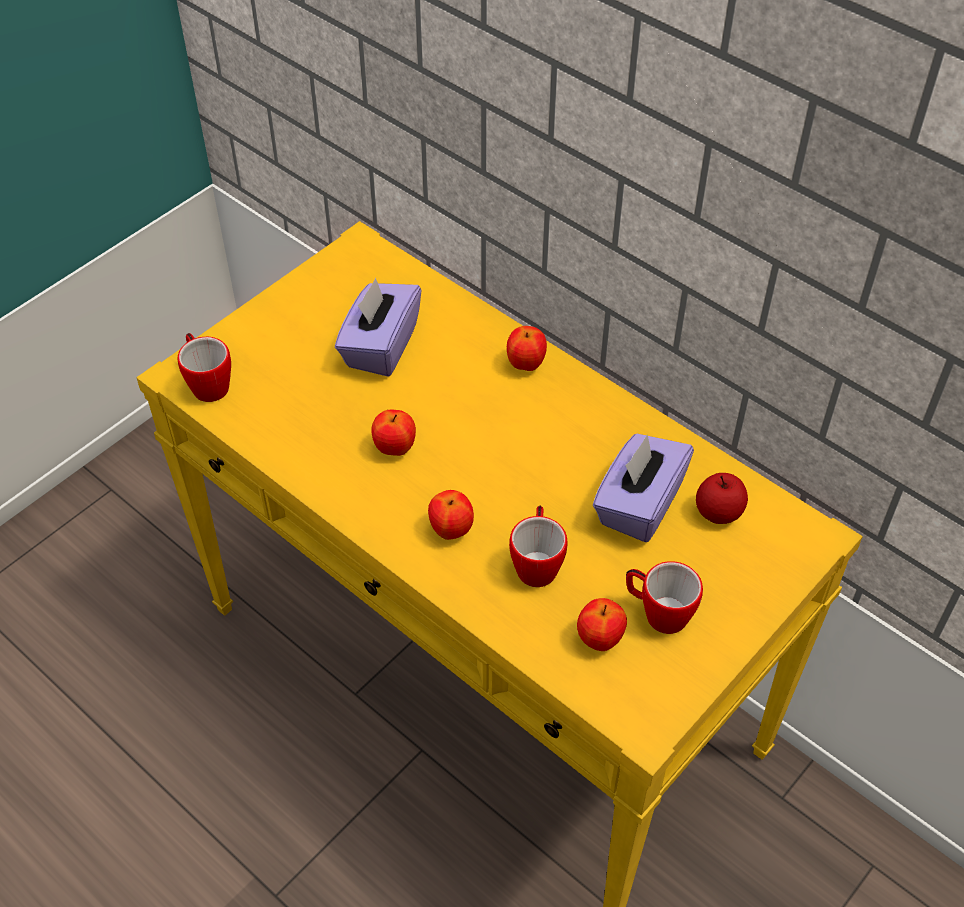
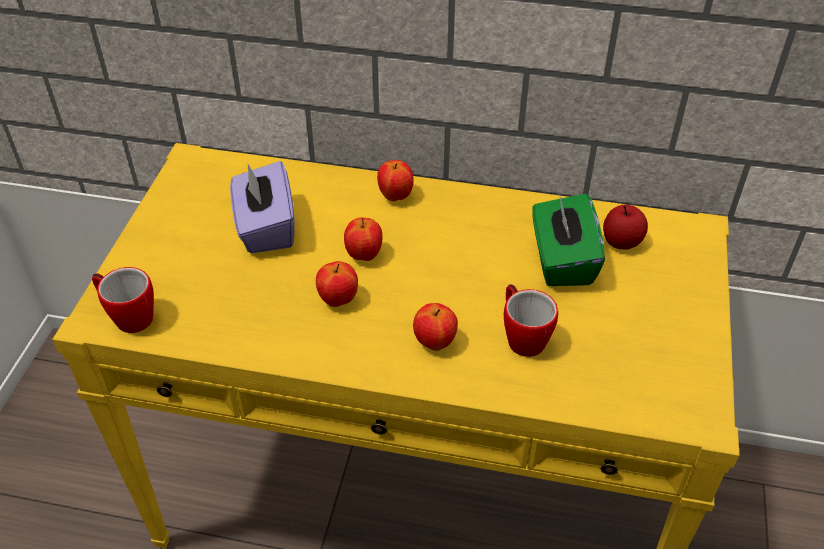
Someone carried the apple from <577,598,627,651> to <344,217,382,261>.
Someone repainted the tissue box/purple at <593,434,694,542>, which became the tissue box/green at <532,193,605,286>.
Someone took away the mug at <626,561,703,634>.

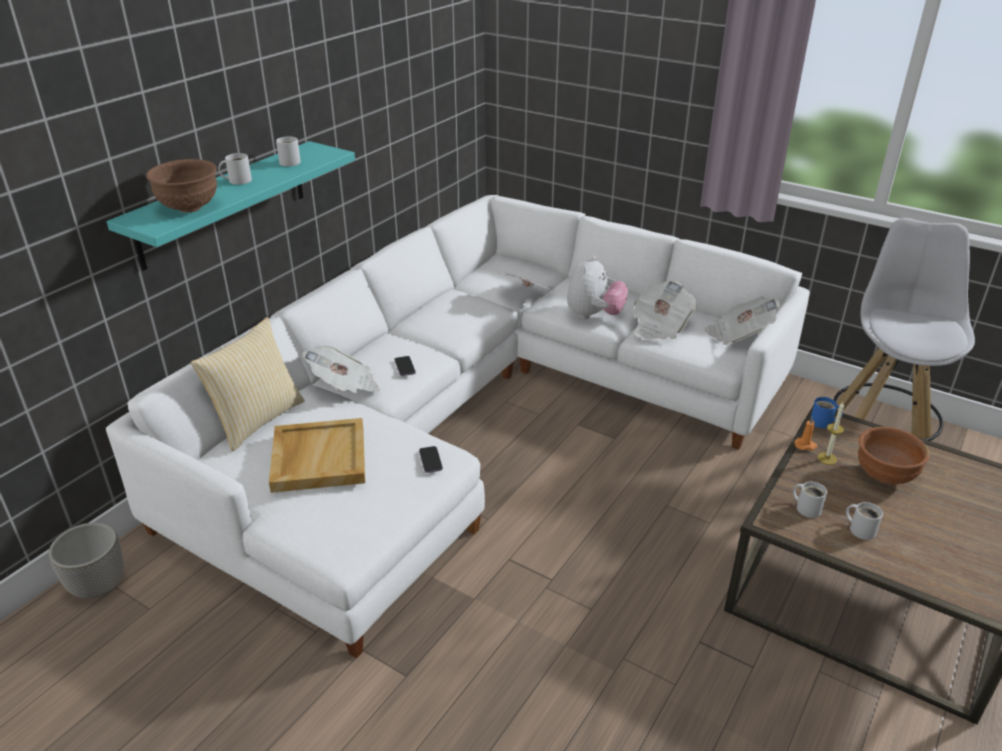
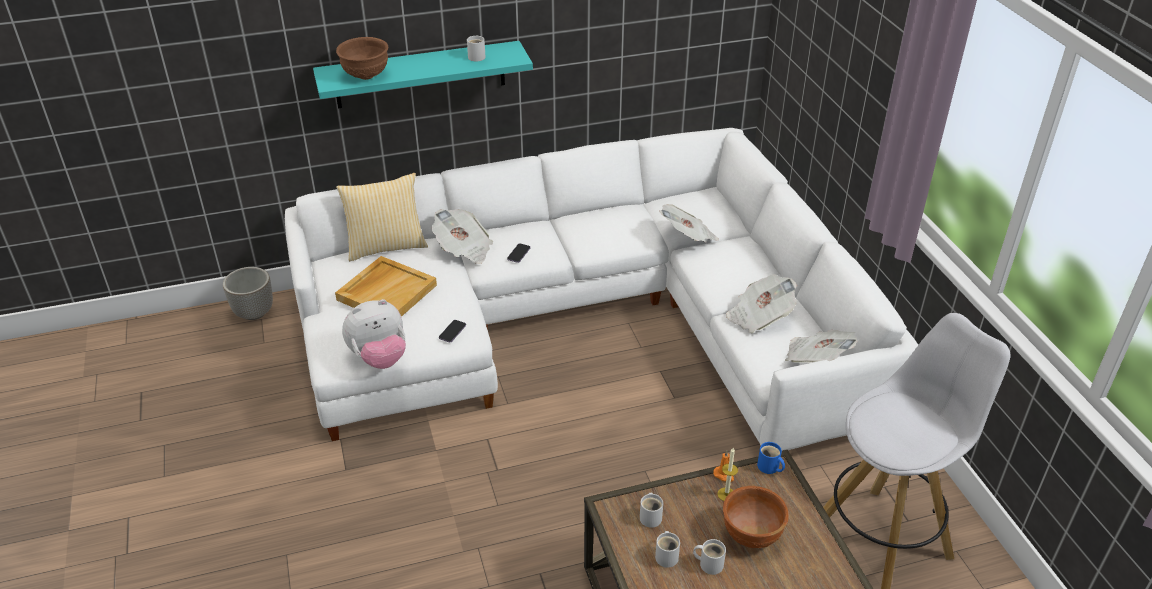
Someone carried the plush toy from <567,256,628,319> to <342,299,406,369>.
Someone carried the mug/white from <219,153,252,185> to <693,539,726,575>.

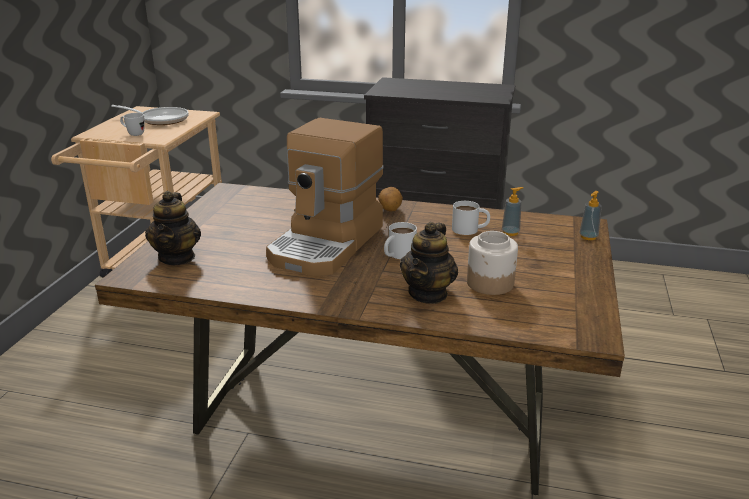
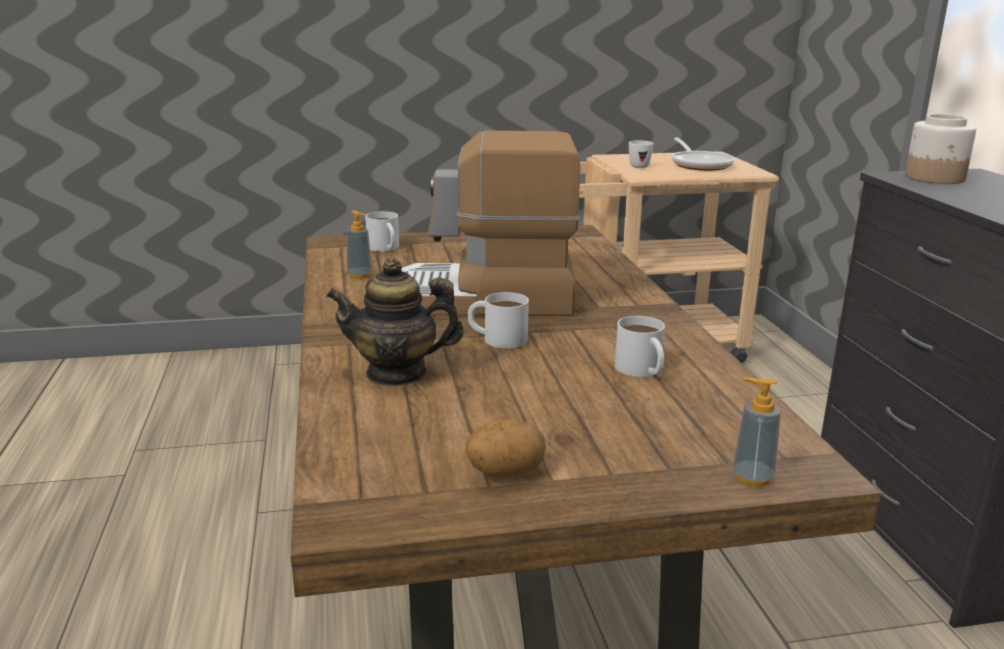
Someone carried the soap dispenser from <502,187,524,236> to <347,211,372,279>.
Someone swapped the teapot at <145,191,201,265> for the mug/white at <365,211,399,251>.
Someone carried the potato from <378,187,403,212> to <465,419,546,478>.
Someone carried the jar from <467,231,518,295> to <905,114,976,184>.

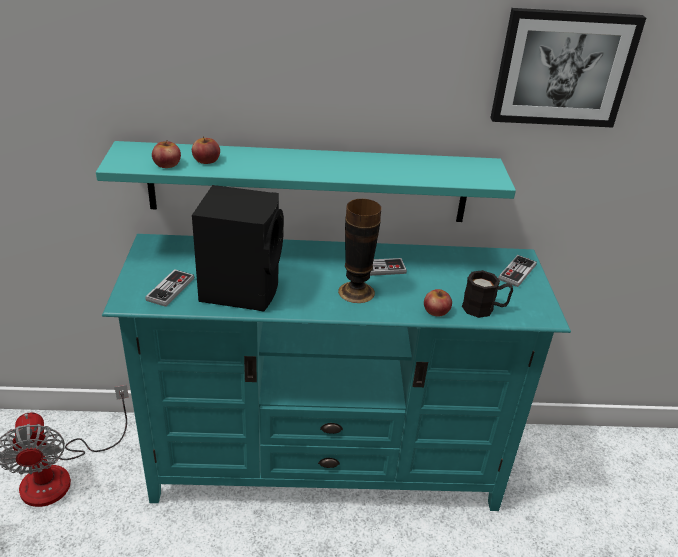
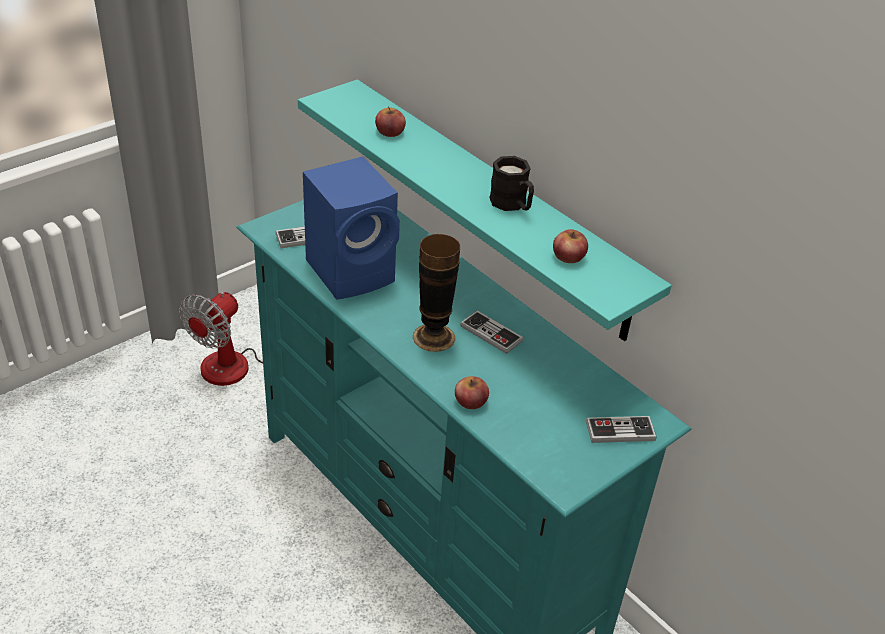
Someone repainted the speaker/black at <192,185,284,312>, which became the speaker/blue at <303,157,400,300>.
Someone carried the mug/black from <462,270,513,318> to <489,156,534,211>.
Someone carried the apple from <152,141,181,168> to <553,229,588,263>.
Someone took away the picture at <490,8,646,128>.

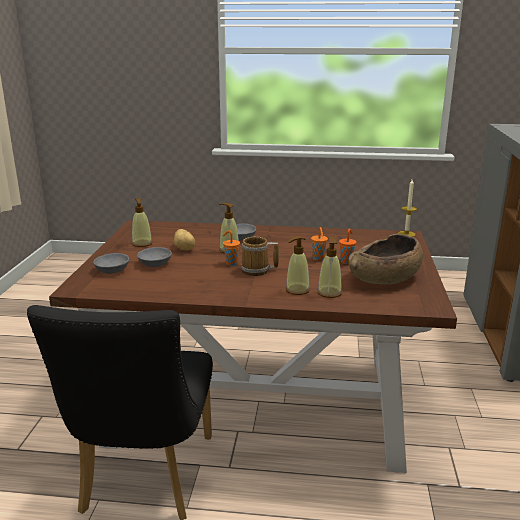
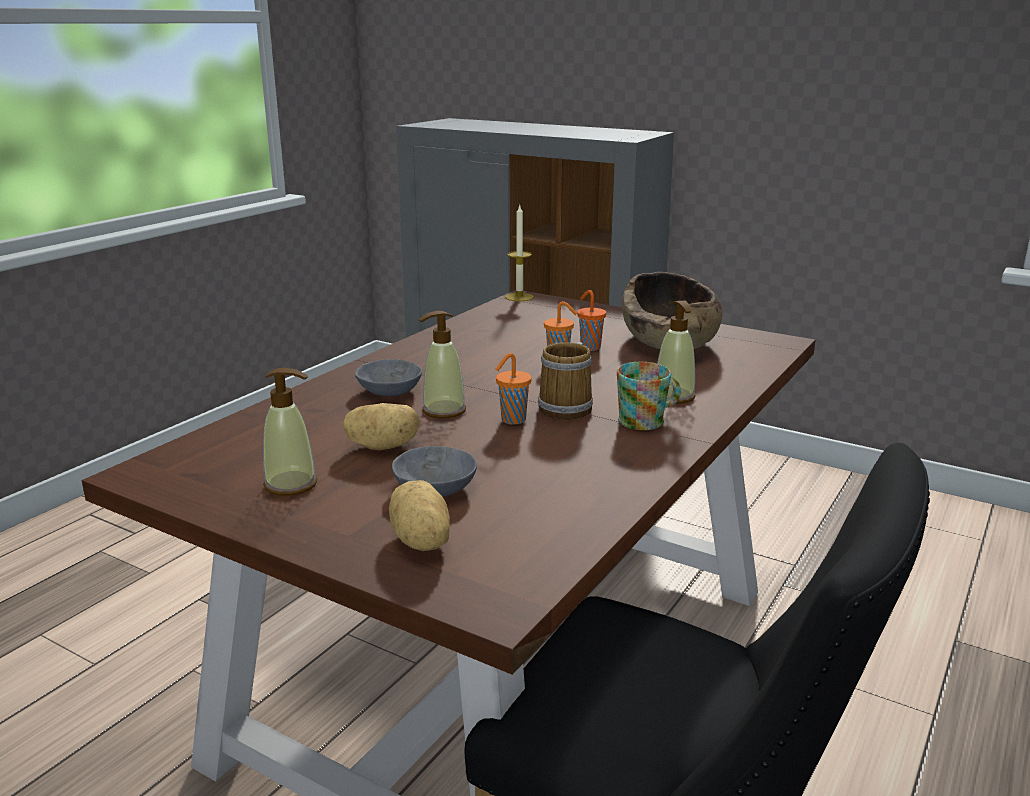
Someone swapped the bowl/grey at <93,253,129,274> for the potato at <389,480,450,551>.
Someone put down the mug at <617,362,681,430>.
Someone took away the soap dispenser at <317,237,342,298>.

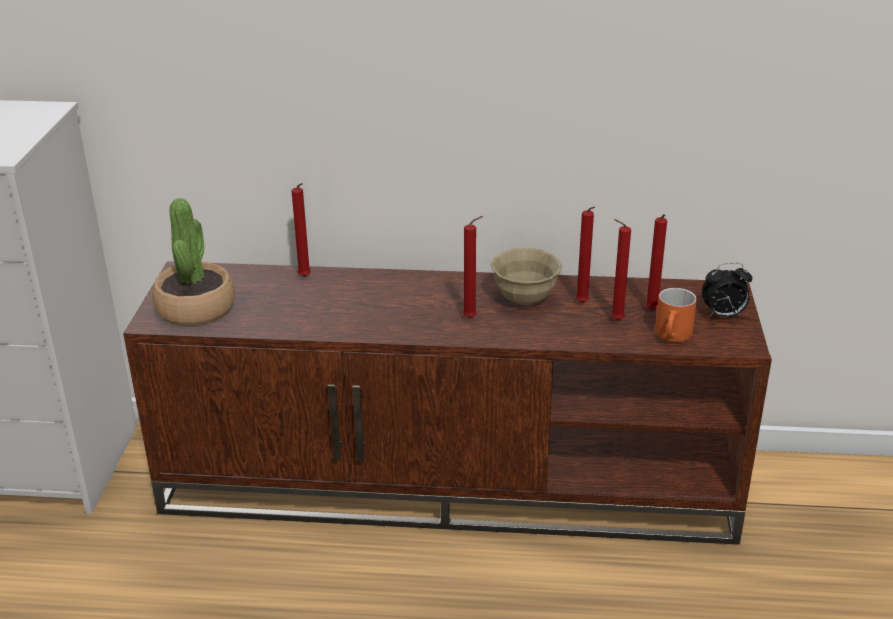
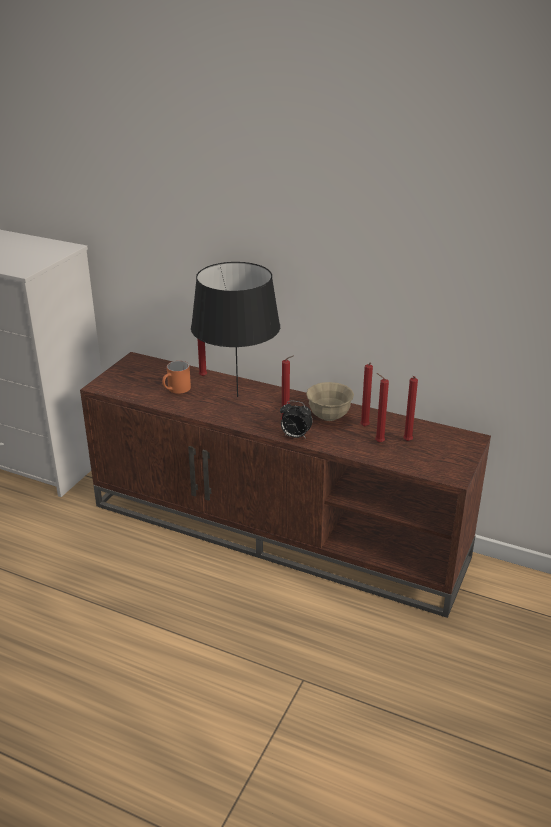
Someone carried the mug/orange from <655,288,697,342> to <162,361,191,394>.
Someone put down the table lamp/black at <191,262,280,397>.
Someone carried the alarm clock from <702,262,752,317> to <280,401,312,439>.
Someone took away the potted plant at <152,198,235,326>.

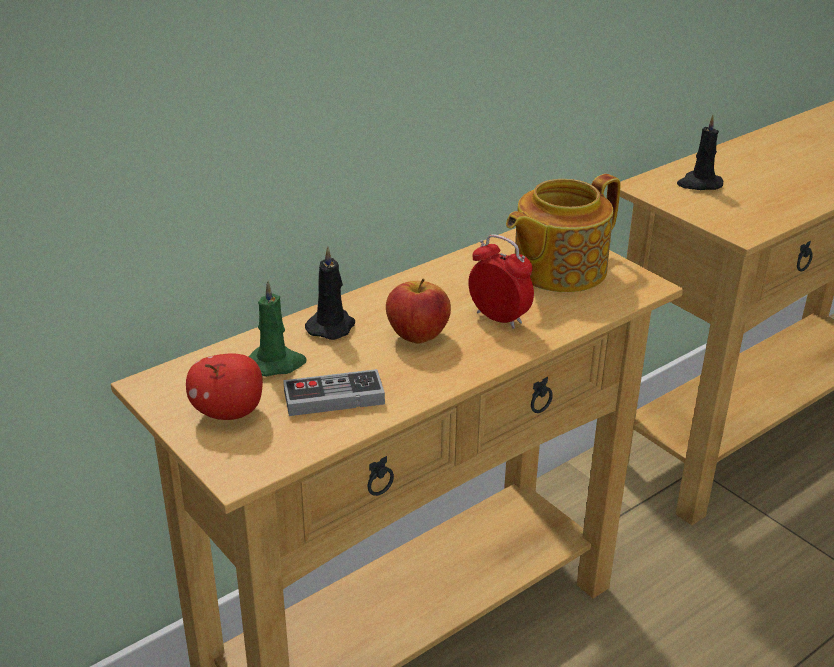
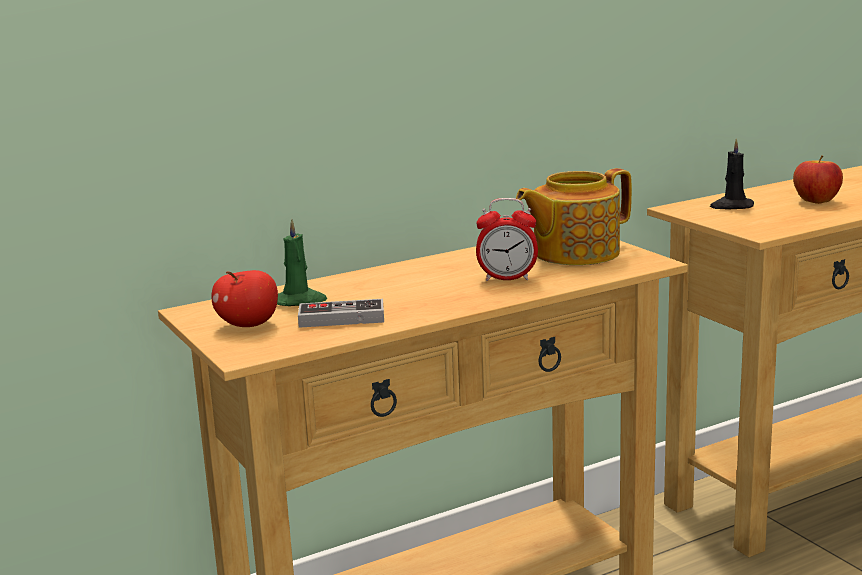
Someone rotated the alarm clock at <469,234,534,329> by 135 degrees clockwise.
Someone carried the apple from <386,278,451,344> to <793,155,843,204>.
Someone took away the candle/black at <305,247,355,340>.

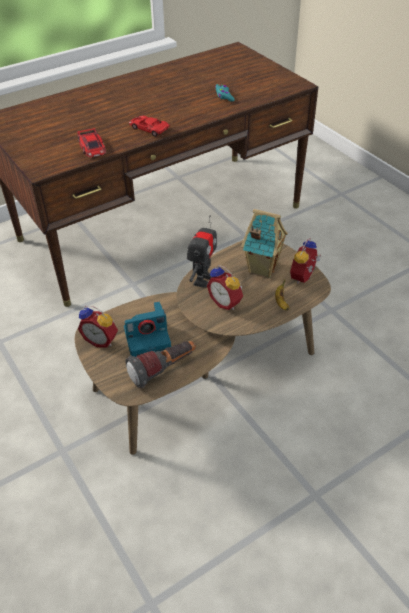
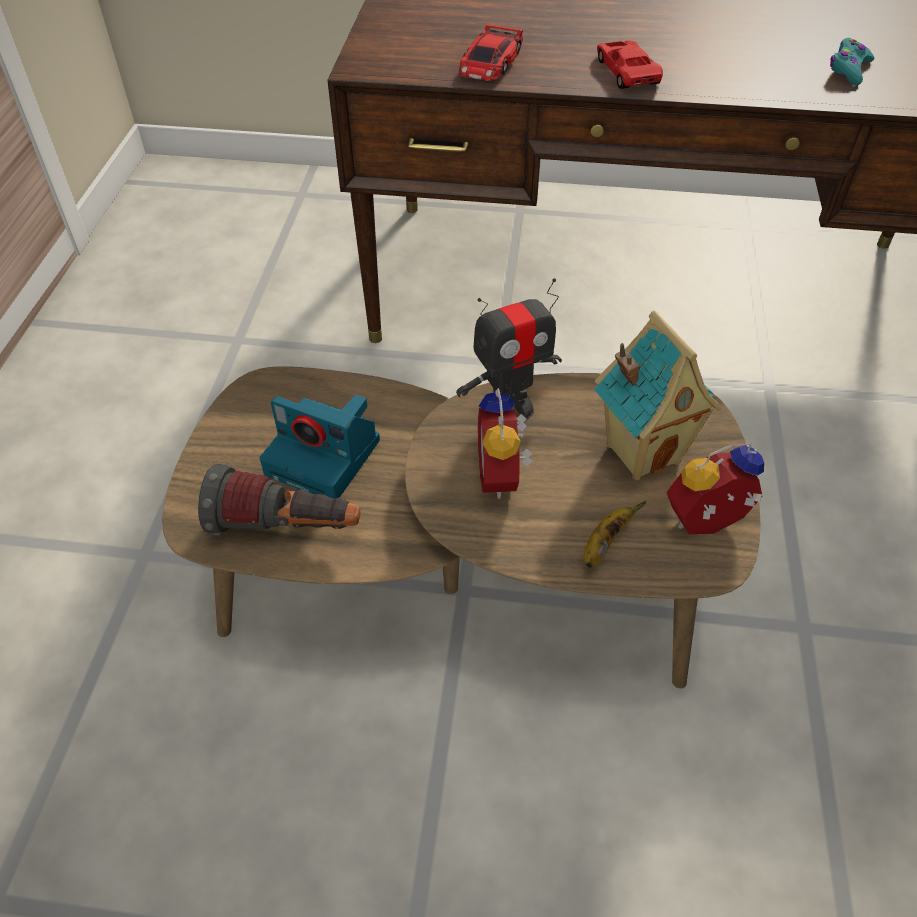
Someone took away the alarm clock at <78,306,118,348>.

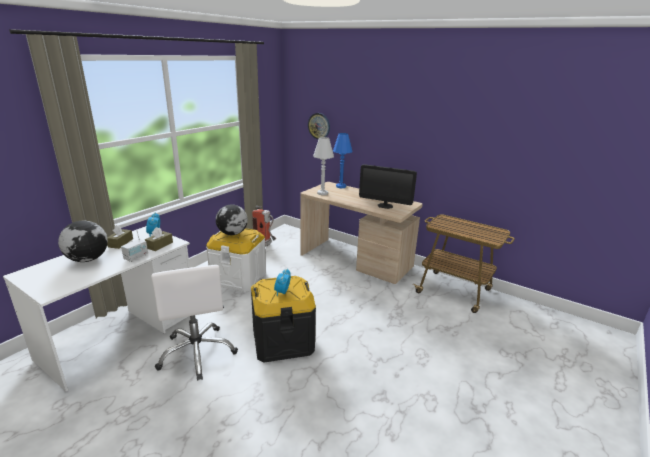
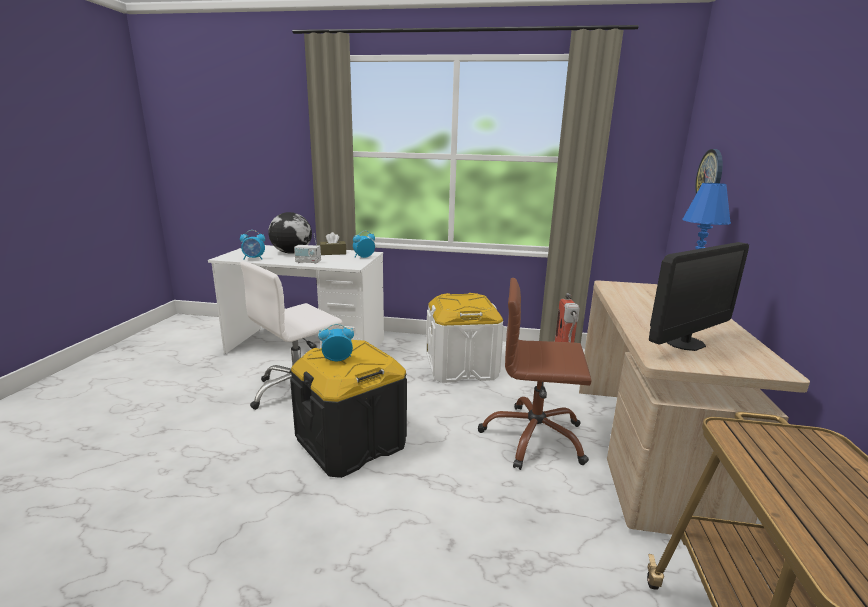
Someone put down the alarm clock at <240,230,265,260>.
Someone put down the office chair/brown at <478,278,591,470>.
Someone rotated the monitor at <359,164,417,209> by 120 degrees counterclockwise.
Someone took away the tissue box/brown at <145,227,173,251>.
Someone took away the globe at <216,205,248,235>.
Someone took away the table lamp/white at <313,137,334,195>.

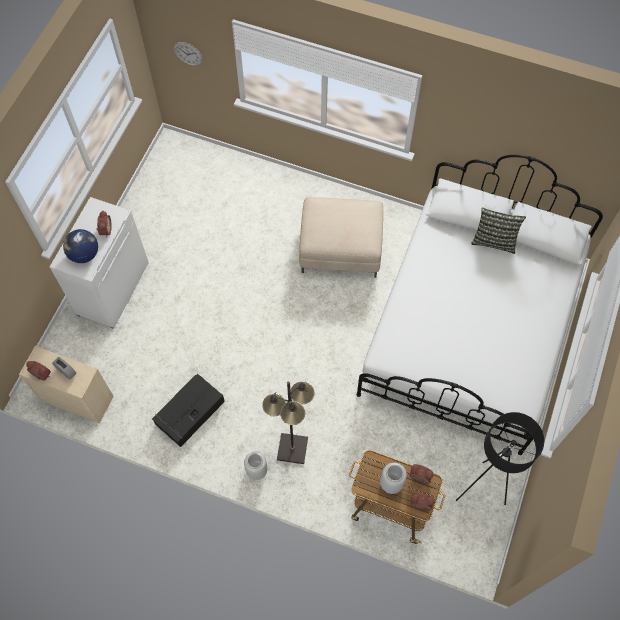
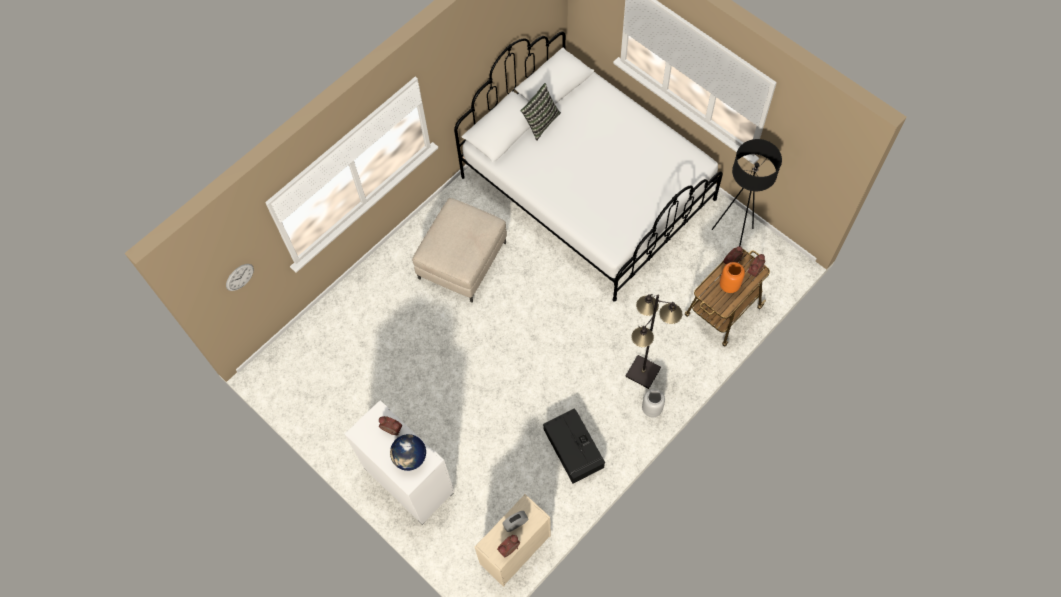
Someone repainted the vase/grey at <380,463,407,494>, which became the vase/orange at <720,262,745,293>.

